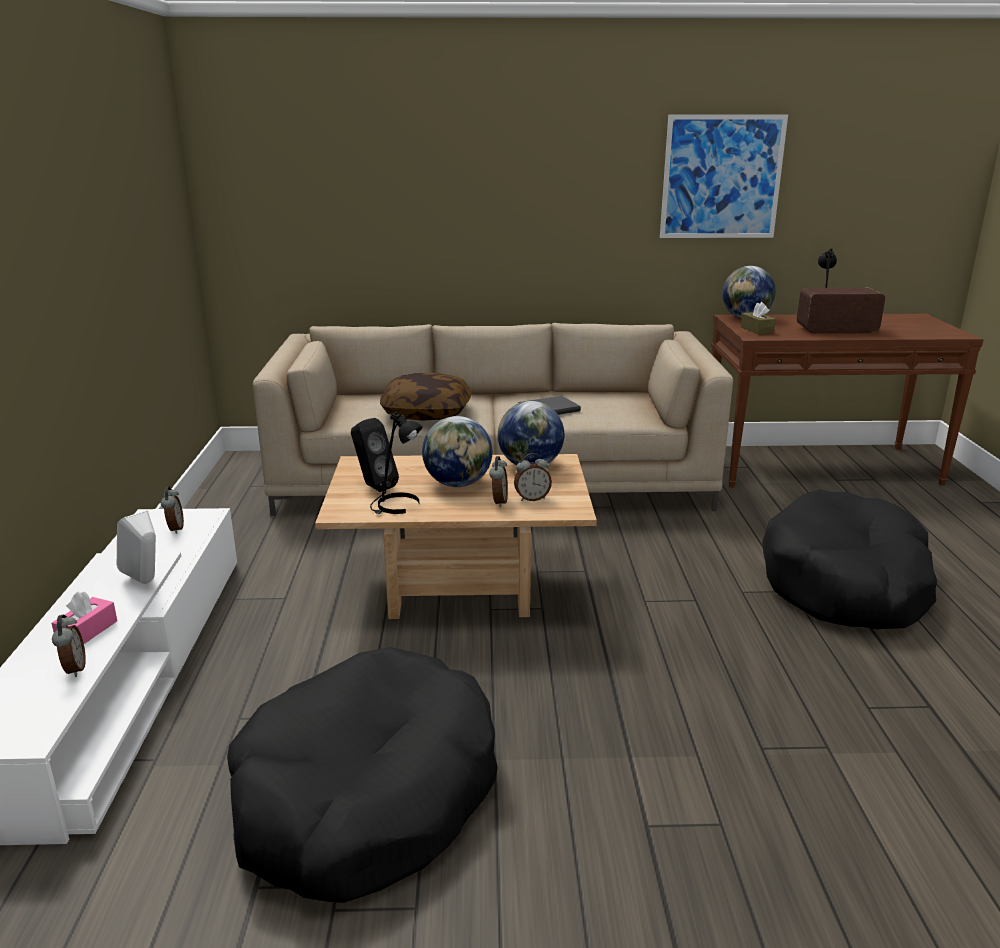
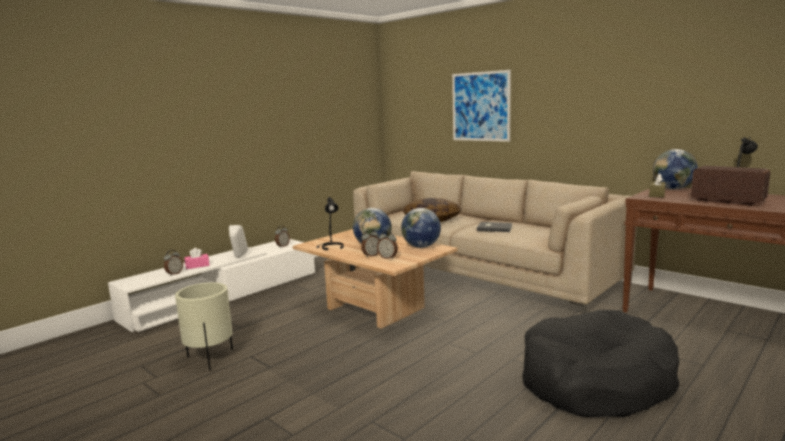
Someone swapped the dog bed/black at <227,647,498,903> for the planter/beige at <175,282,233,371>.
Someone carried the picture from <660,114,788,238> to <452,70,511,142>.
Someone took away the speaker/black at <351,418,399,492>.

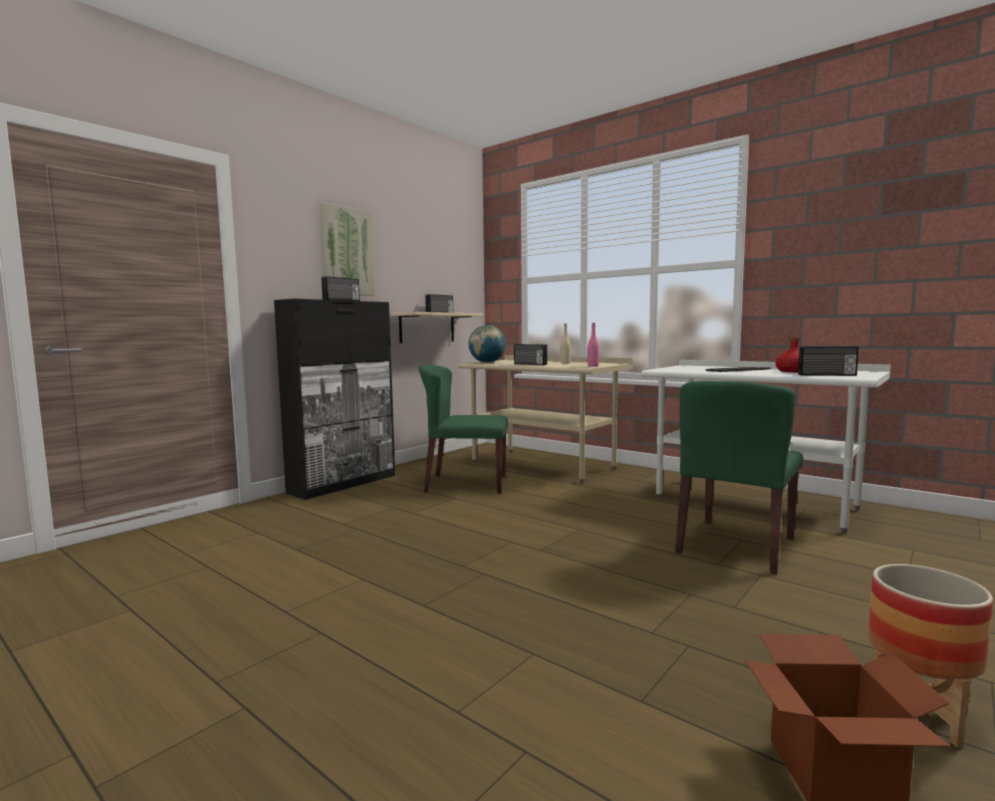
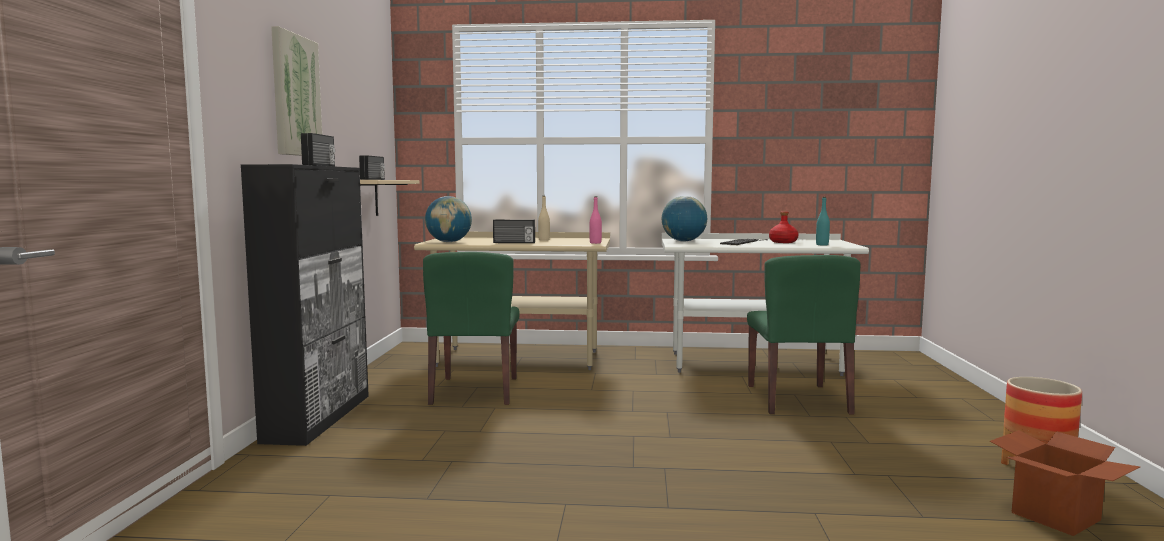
Someone rotated the chair/green at <419,365,508,493> by 60 degrees counterclockwise.
Someone put down the globe at <662,196,707,241>.
Someone swapped the radio at <798,347,859,376> for the bottle/turquoise at <816,197,830,246>.

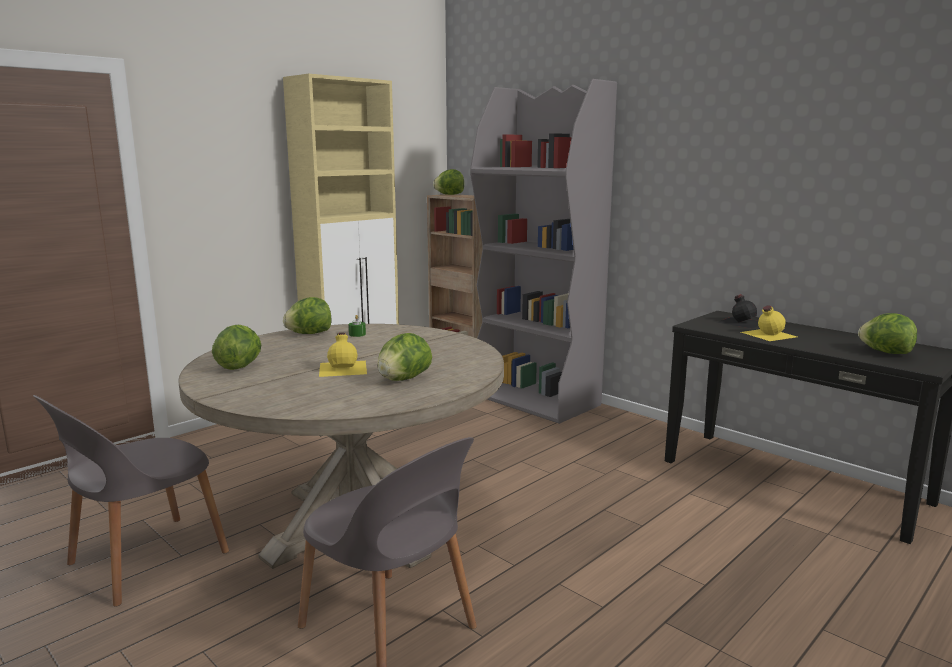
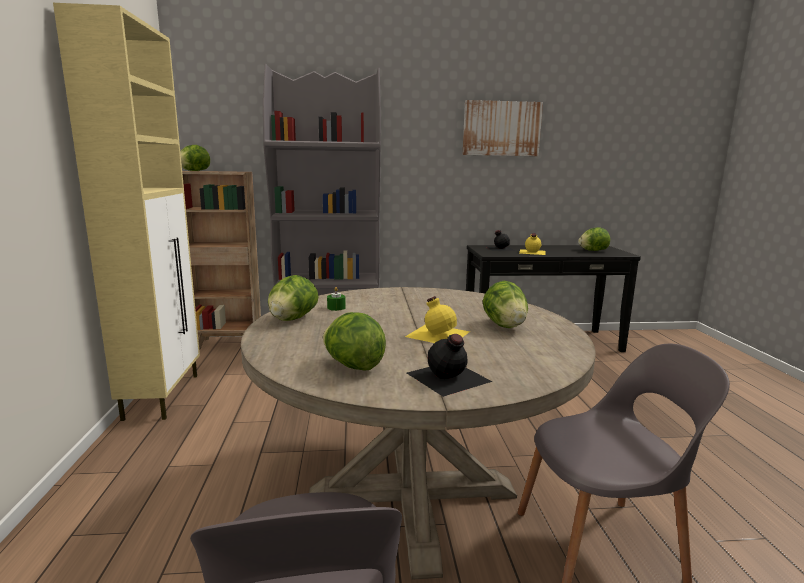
Someone put down the bottle/black at <407,334,492,397>.
Someone put up the picture at <463,100,543,156>.

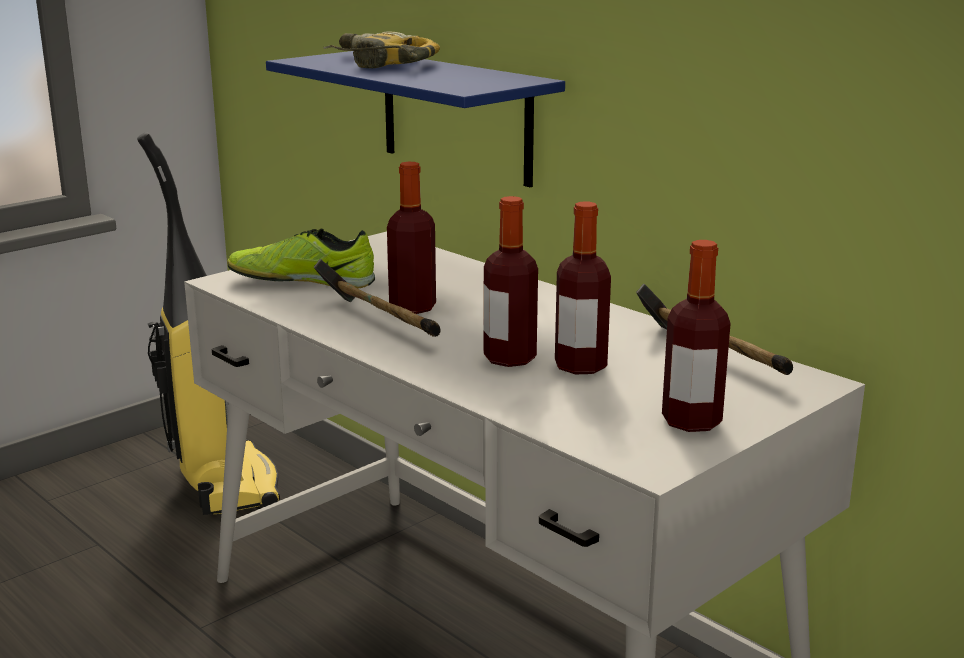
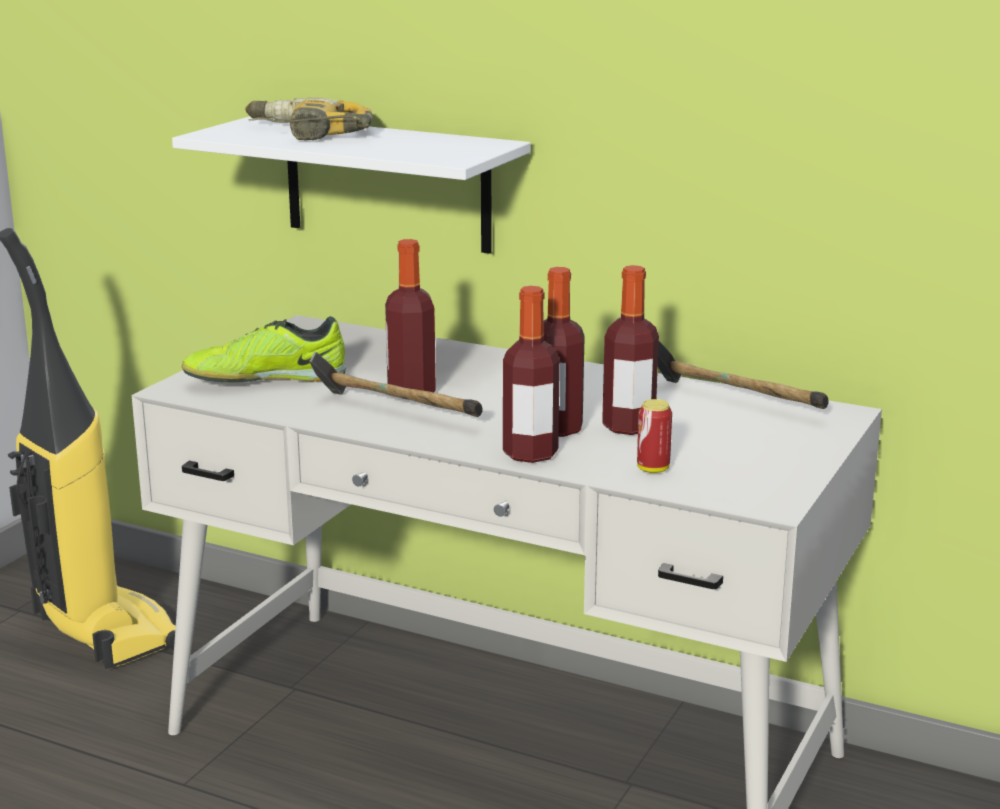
Someone repainted the shelf/blue at <266,51,565,187>, which became the shelf/white at <172,116,531,254>.
Someone carried the bottle from <662,240,731,432> to <503,286,560,463>.
Someone put down the can at <637,399,672,473>.

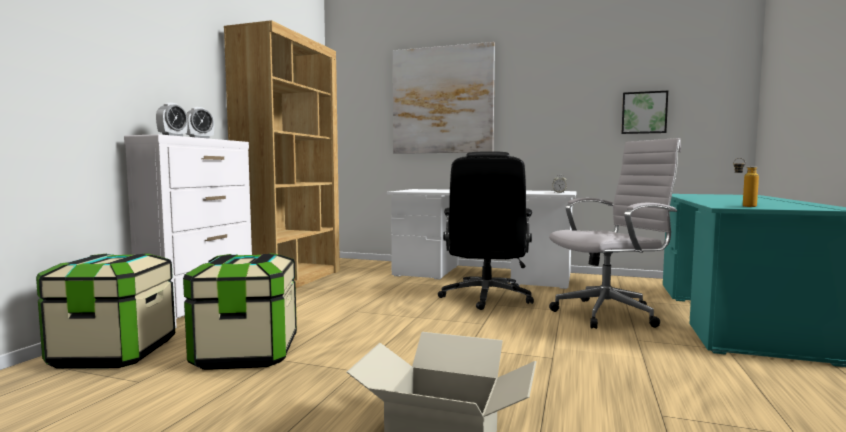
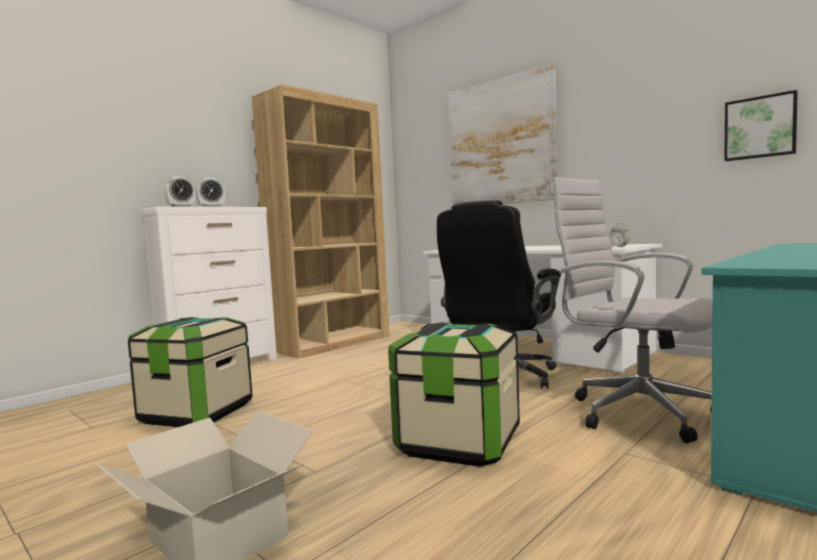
Someone carried the storage box from <36,253,175,369> to <388,322,520,467>.
Someone rotated the office chair/white at <549,138,681,329> by 135 degrees counterclockwise.
Someone took away the bottle at <733,158,759,207>.

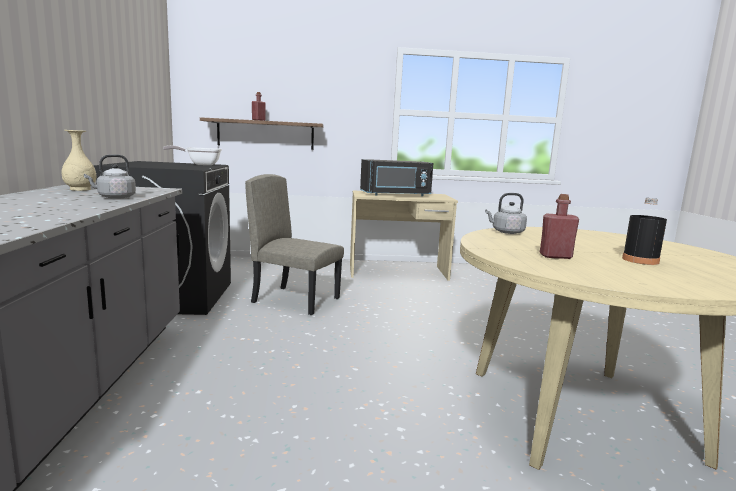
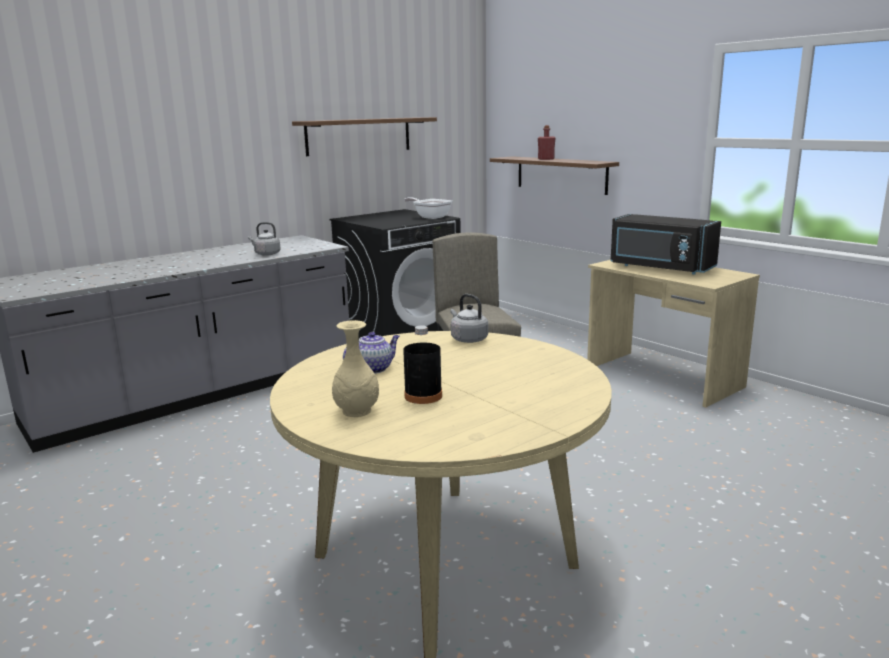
Someone put up the shelf at <292,117,437,156>.
Someone carried the vase/beige from <61,130,96,191> to <332,320,379,417>.
Someone swapped the bottle/red at <540,194,579,259> for the teapot at <343,332,400,374>.

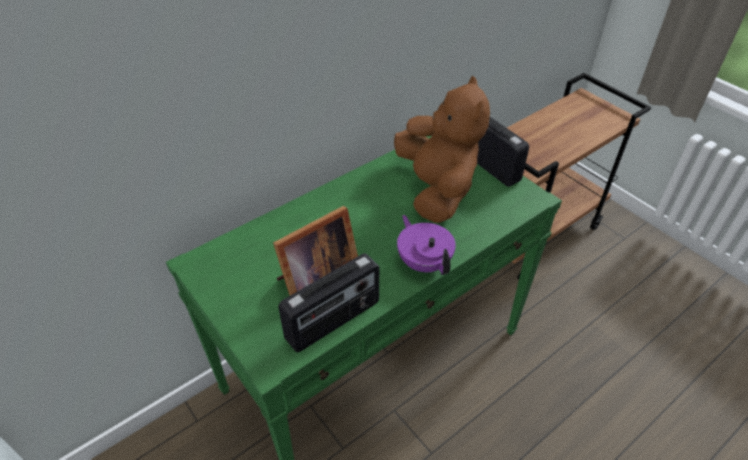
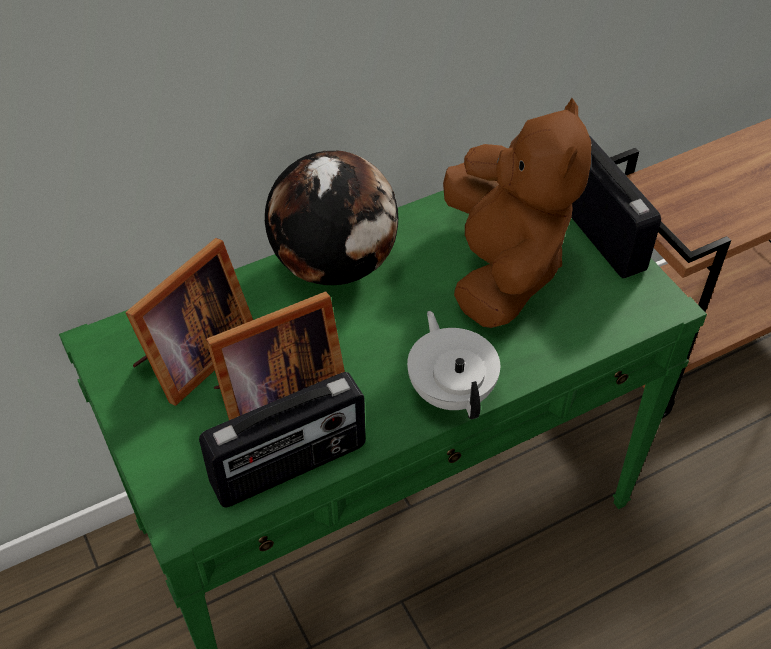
Someone put down the picture frame at <125,238,253,406>.
Someone put down the globe at <265,150,398,285>.
Someone repainted the teapot/purple at <397,215,456,275>, which became the teapot/white at <407,311,500,419>.

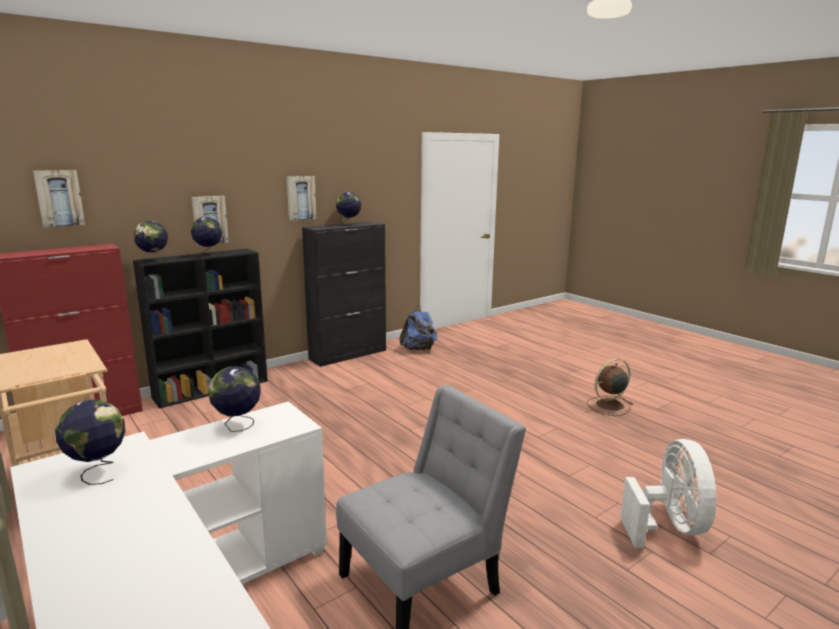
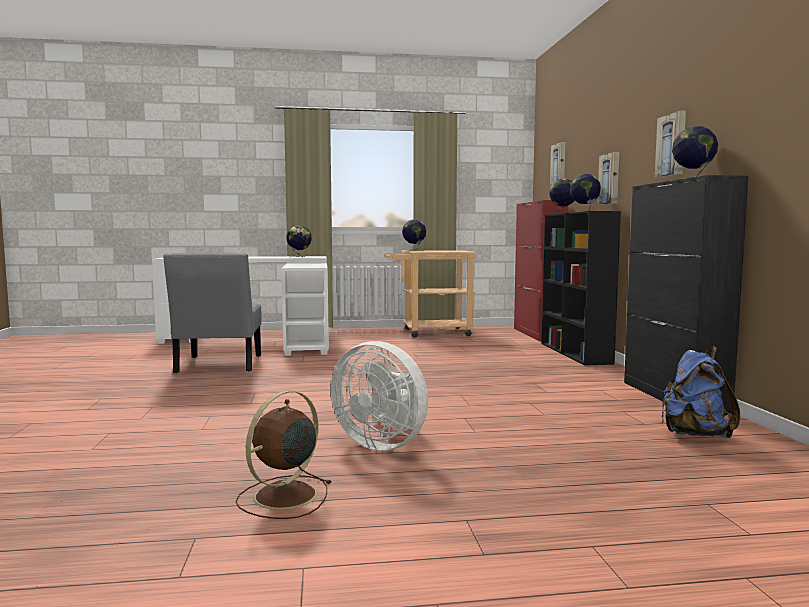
Someone rotated the fan/brown at <587,359,633,416> by 150 degrees counterclockwise.
Someone carried the fan/white from <620,439,716,548> to <330,341,428,451>.
Someone carried the globe from <208,366,261,432> to <402,220,426,251>.

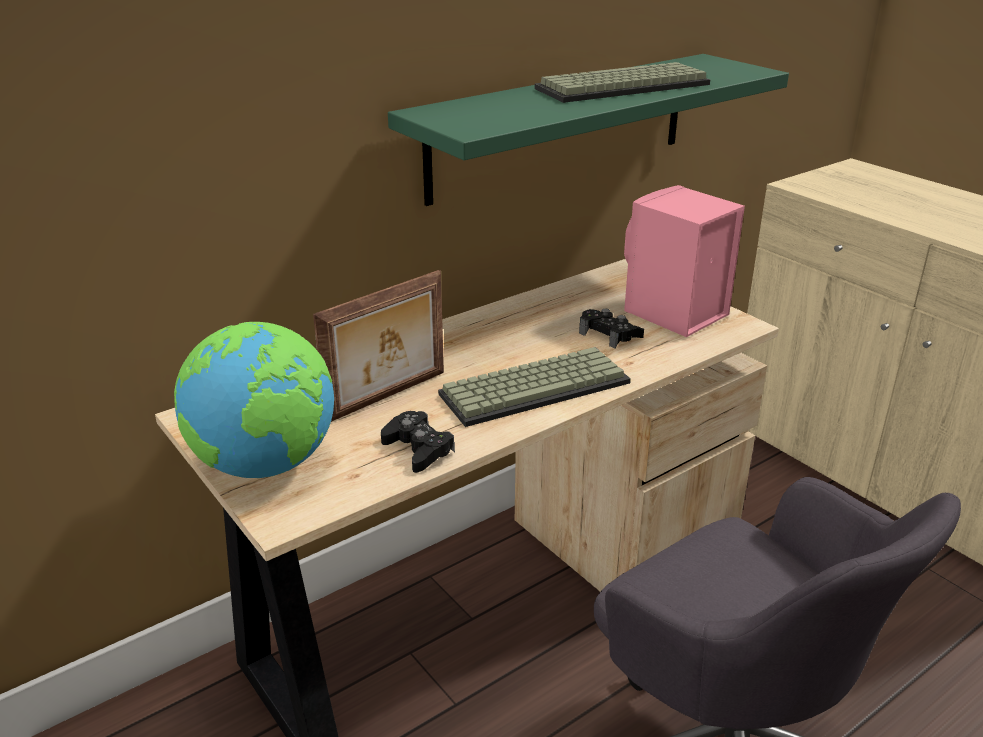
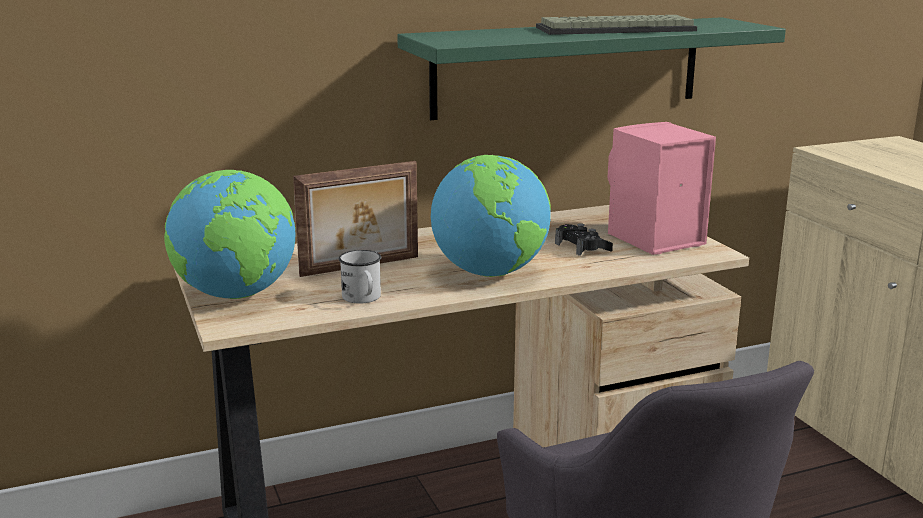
Someone swapped the game controller/black at <381,411,455,473> for the mug/white at <339,250,381,303>.
Someone swapped the keyboard at <438,347,631,427> for the globe at <431,155,551,277>.

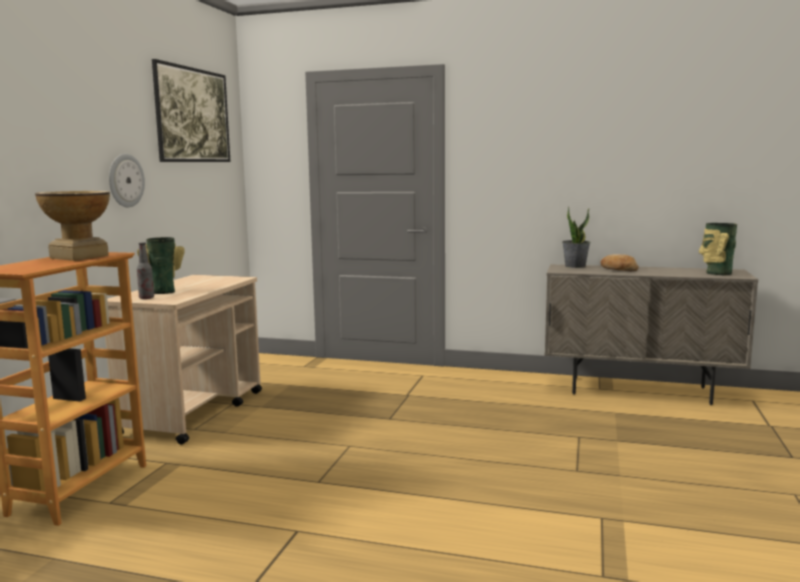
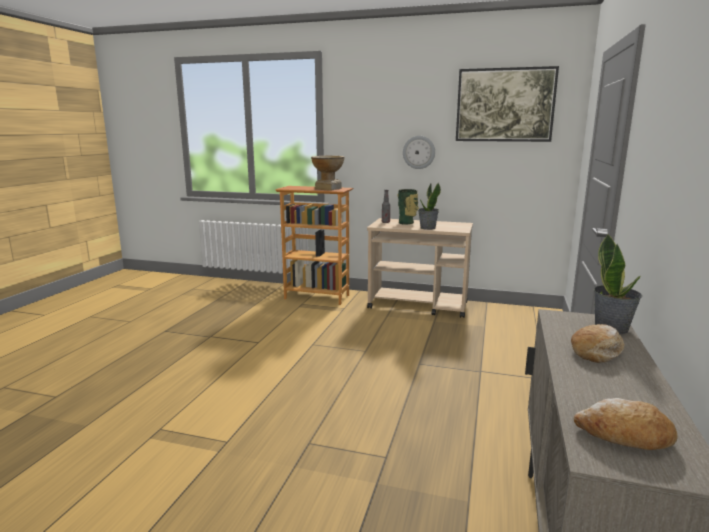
Someone put down the potted plant at <418,182,441,230>.
Someone swapped the vase at <699,223,737,275> for the bread at <574,398,678,450>.

